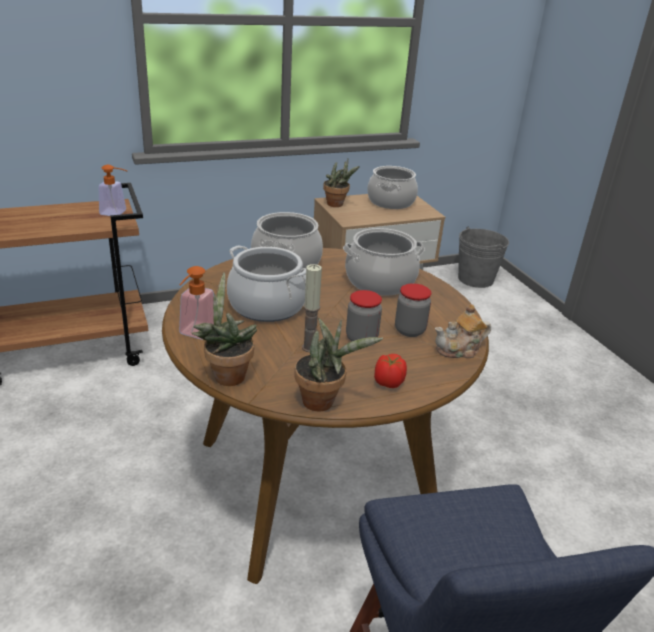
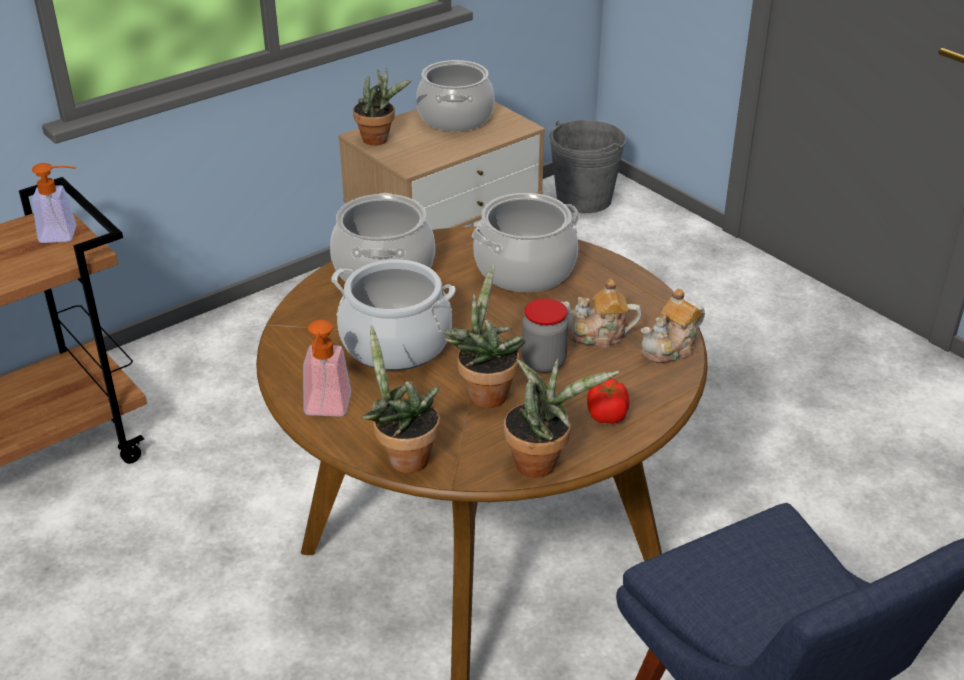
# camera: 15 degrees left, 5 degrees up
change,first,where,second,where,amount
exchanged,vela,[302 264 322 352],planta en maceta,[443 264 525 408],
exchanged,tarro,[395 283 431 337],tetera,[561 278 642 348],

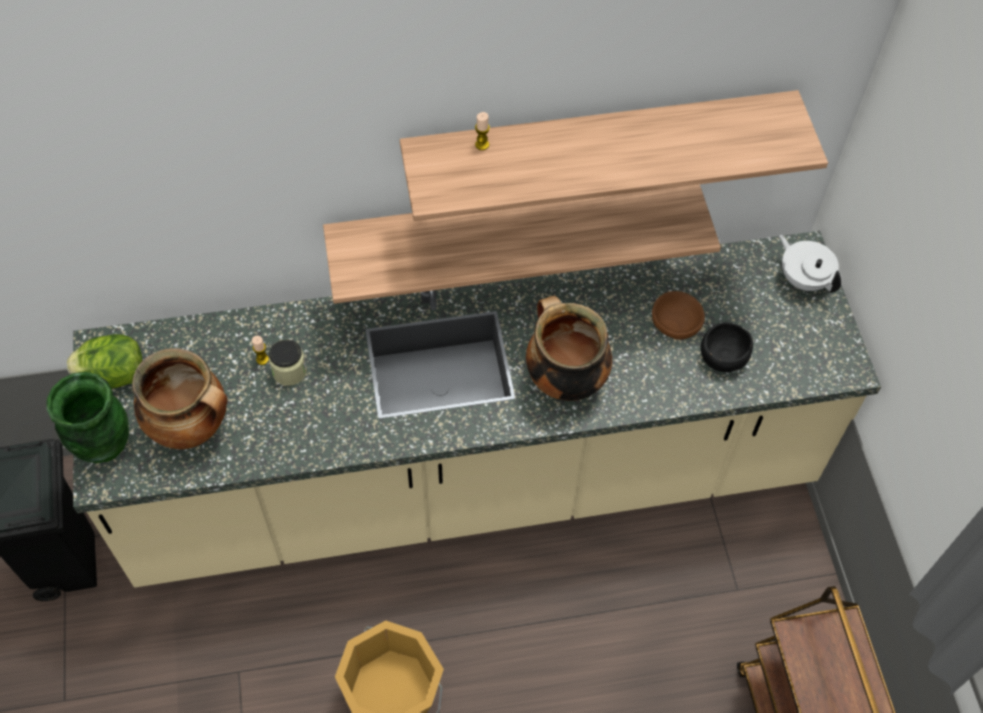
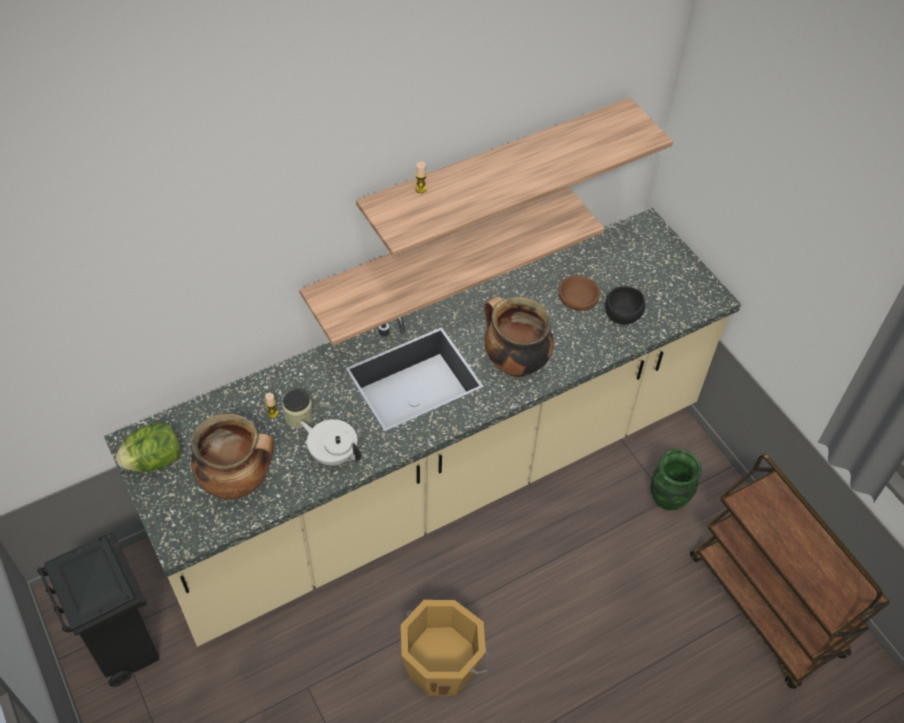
# camera: 20 degrees left, 5 degrees down
change,first,where,second,where,amount
relocated,tetera (blanco),[779 235 841 293],,[300 419 361 466],
relocated,florero (verde),[46 372 129 463],,[651 449 702 511],

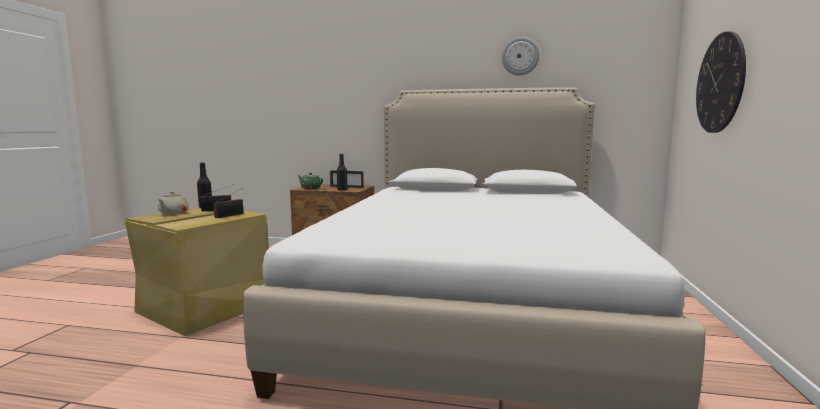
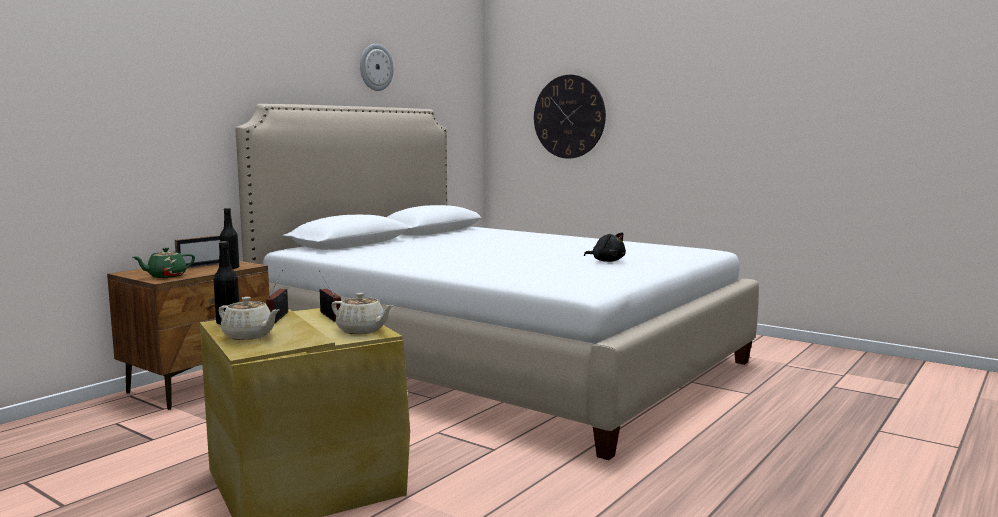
# camera: 65 degrees left, 0 degrees up
change,first,where,second,where,amount
appeared,,,peluche (negro),[584 232 626 262],
appeared,,,tetera (beis),[331 293 394 334],

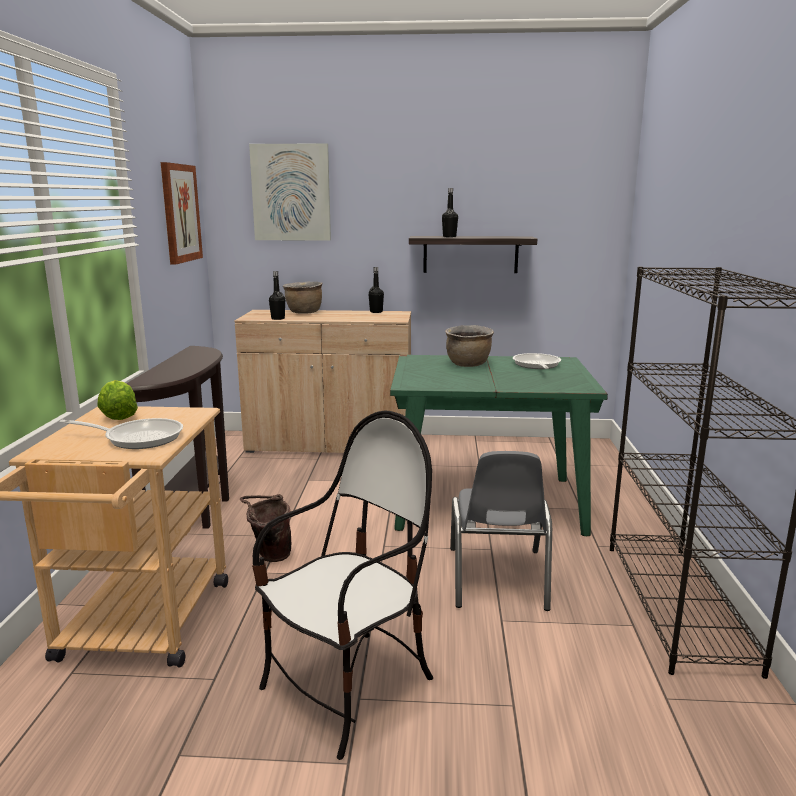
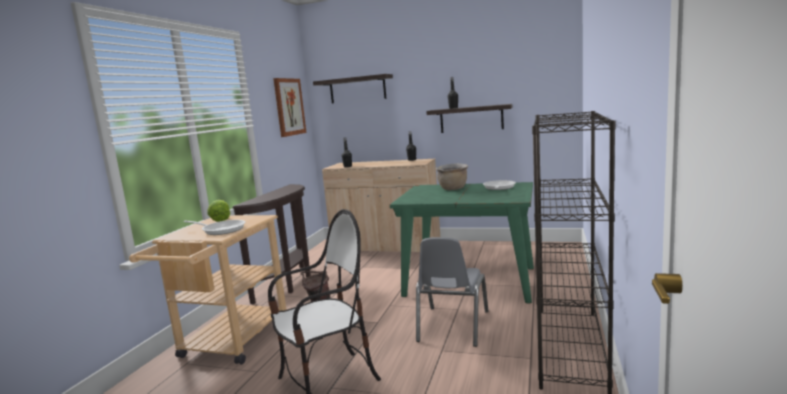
# camera: 15 degrees right, 5 degrees down
change,first,where,second,where,amount
exchanged,cuadro,[249 143 331 241],estante,[313 74 393 103],
missing,olla (marrón),[283 282 322 314],,,

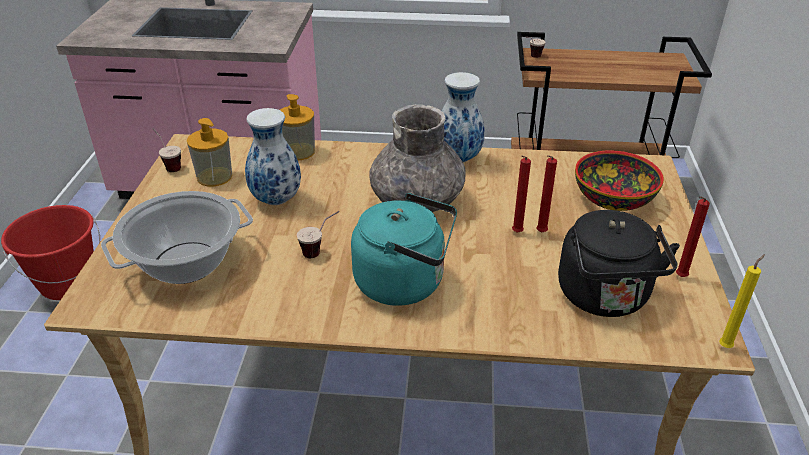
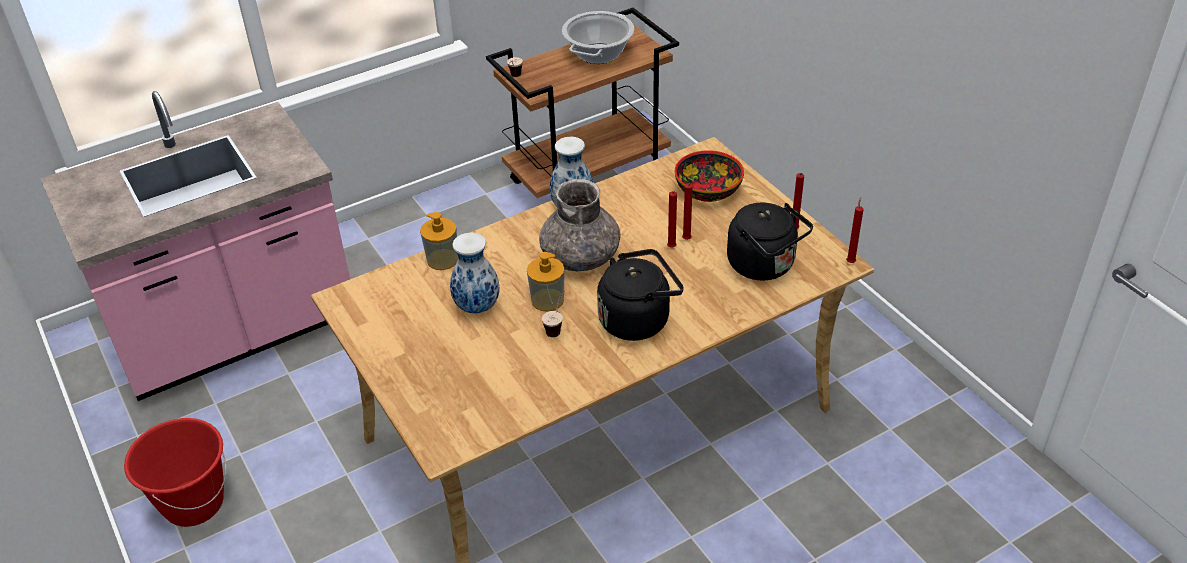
# camera: 35 degrees left, 5 degrees up
change,first,where,second,where,amount
relocated,dispensador de jabón,[187 118 232 187],,[527 252 565 312],
missing,taza,[152 128 181 172],,,
relocated,olla,[101 191 253 284],,[562 11 634 64],
colour,hervidor (turquesa),[351 193 457 306],hervidor (negro),[597 249 684 341],
colour,vela (amarillo),[719 254 765 348],vela (rojo),[846 197 864 263],

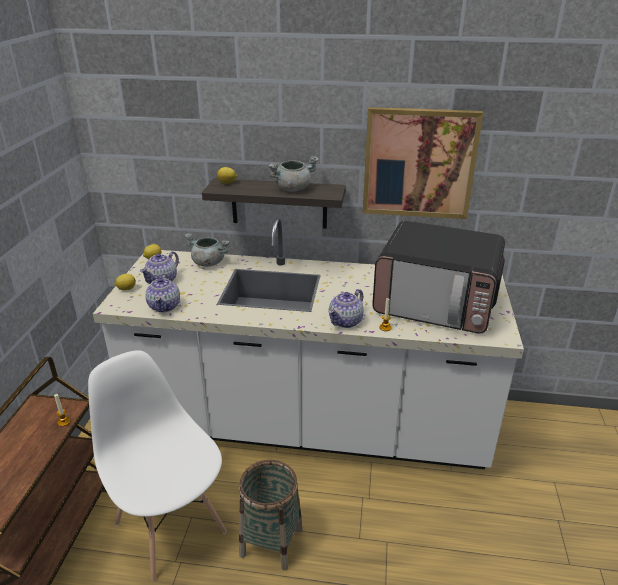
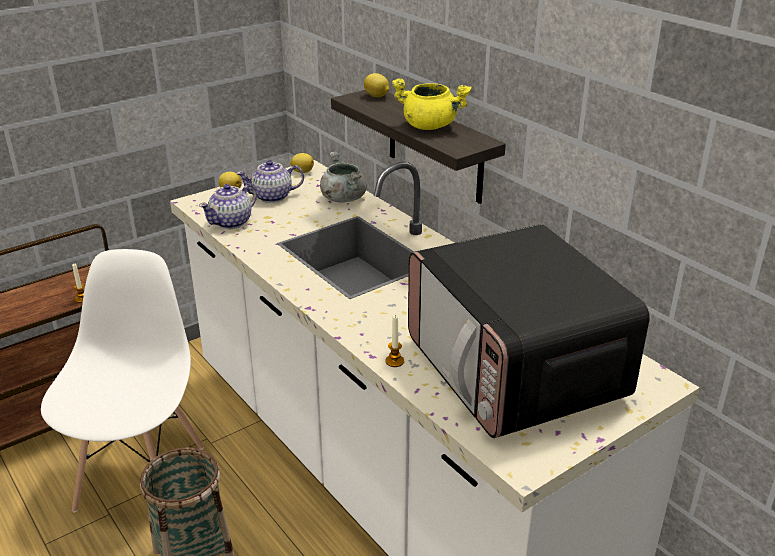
# camera: 45 degrees right, 0 degrees up
change,first,where,second,where,amount
missing,cuadro,[363 107 483 219],,,
colour,olla (gris),[268 156 318 192],olla (amarillo),[391 78 472 130],
missing,tetera,[329 289 364 328],,,

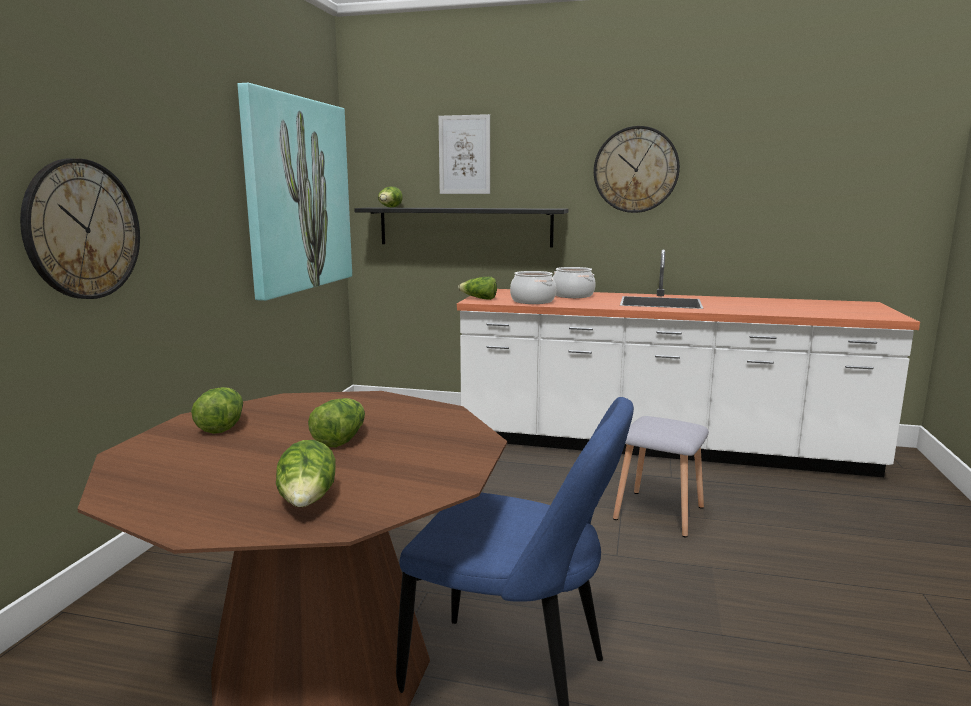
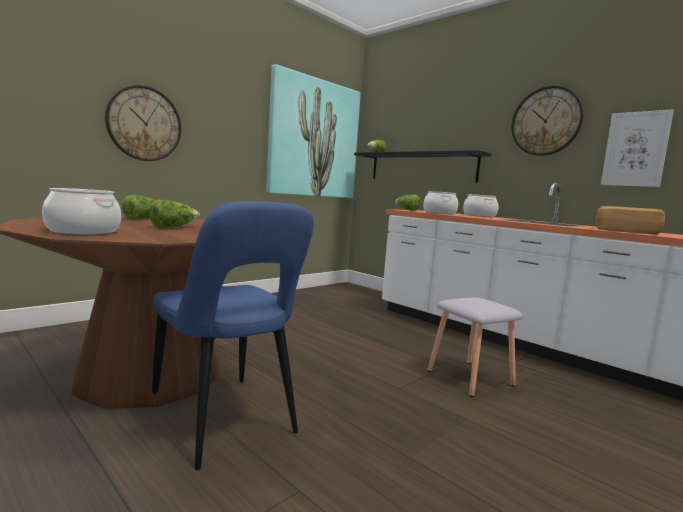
# camera: 30 degrees right, 5 degrees down
change,first,where,second,where,amount
relocated,cuadro,[438 114 490 194],,[601 109 674 187],
exchanged,lechuga,[276 440 336 507],olla,[42 188 121 235],
appeared,,,pan,[595 206 665 234],

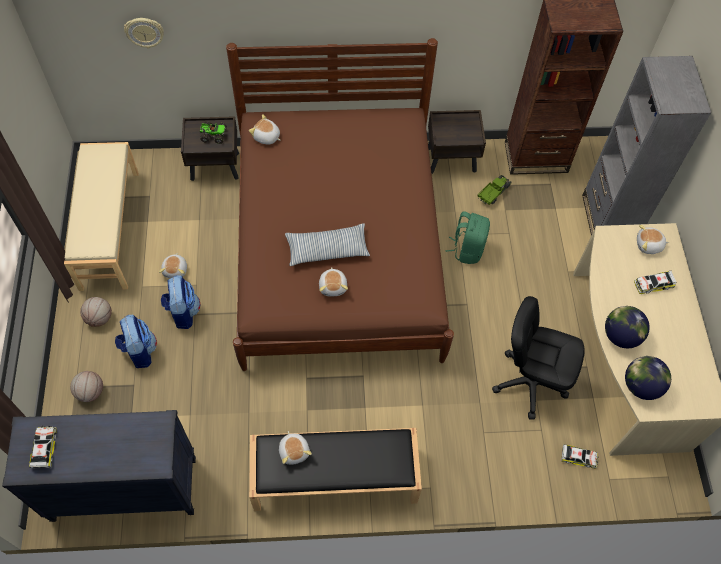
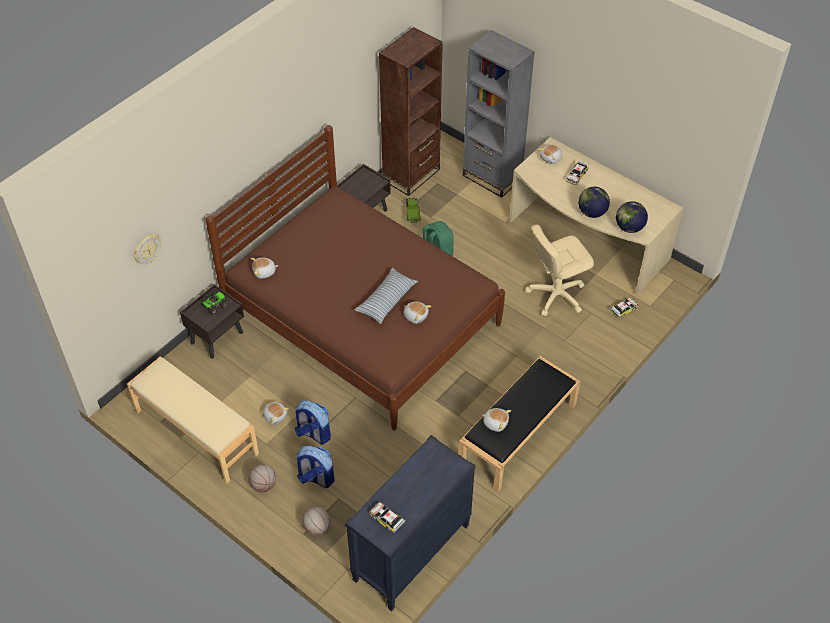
# camera: 45 degrees left, 10 degrees down
change,first,where,second,where,amount
colour,silla de oficina (negro),[492 296 585 420],silla de oficina (beis),[525 224 594 316],

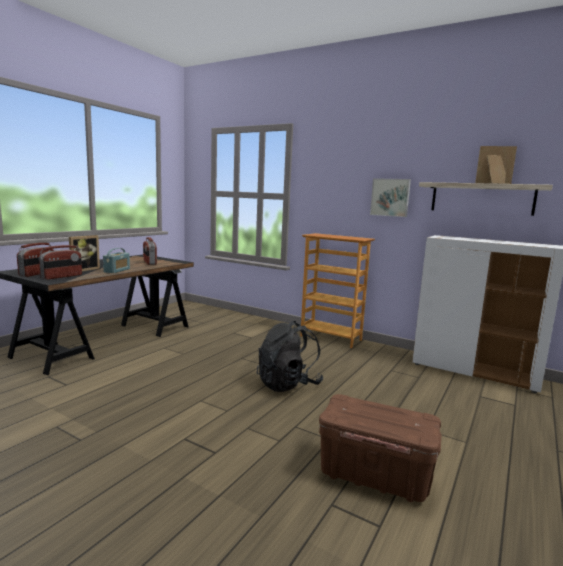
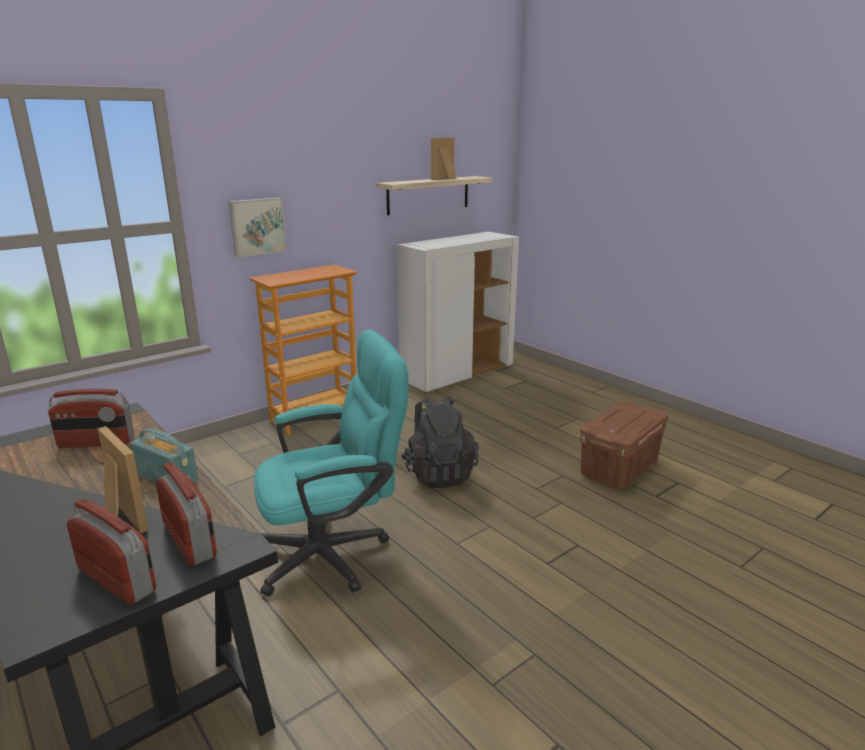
# camera: 70 degrees left, 10 degrees up
change,first,where,second,where,amount
relocated,cuadro,[370 178 411 217],,[229 197 287 257],
appeared,,,silla de oficina (turquesa),[254 330 408 596],

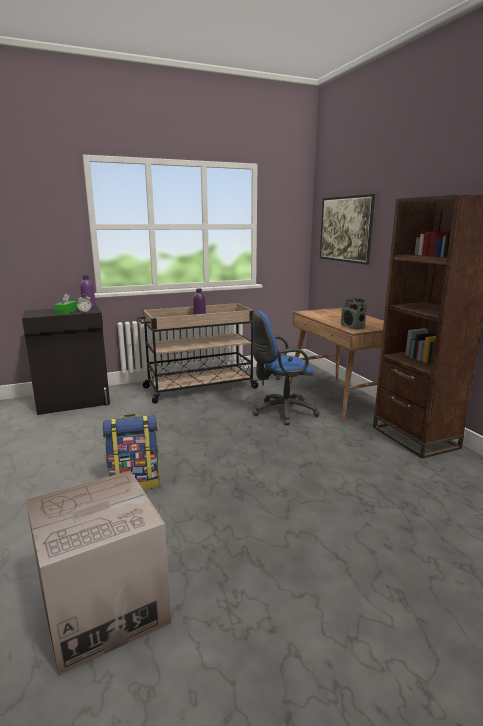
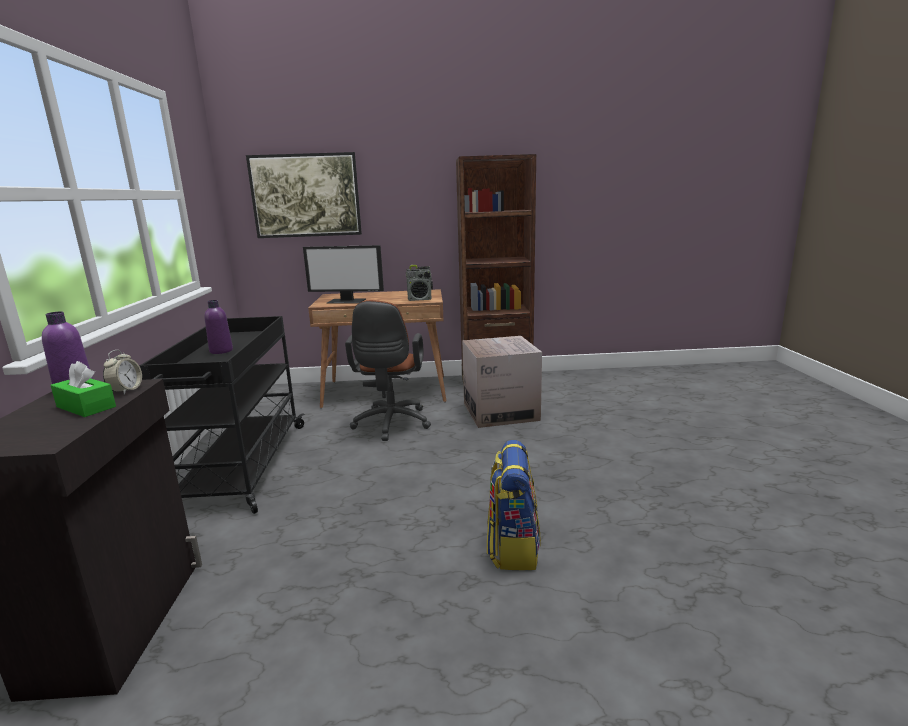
# camera: 70 degrees left, 0 degrees up
change,first,where,second,where,amount
colour,carrito (beis),[137 303 259 403],carrito (negro),[139 316 305 514],
colour,silla de oficina (azul),[252 310 320 425],silla de oficina (marrón),[345 300 431 441],
relocated,caja de cartón,[26 471 171 676],,[462 336 542 428],
appeared,,,monitor,[303 245 384 304],

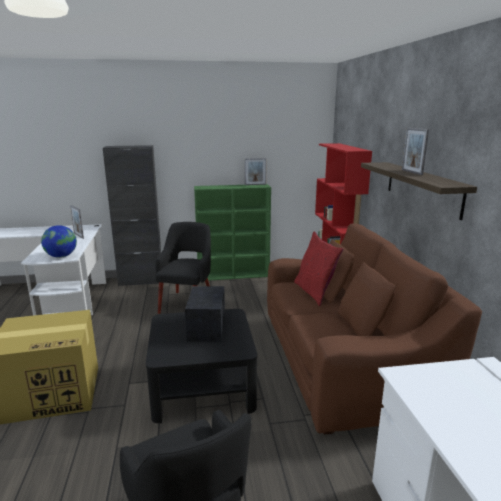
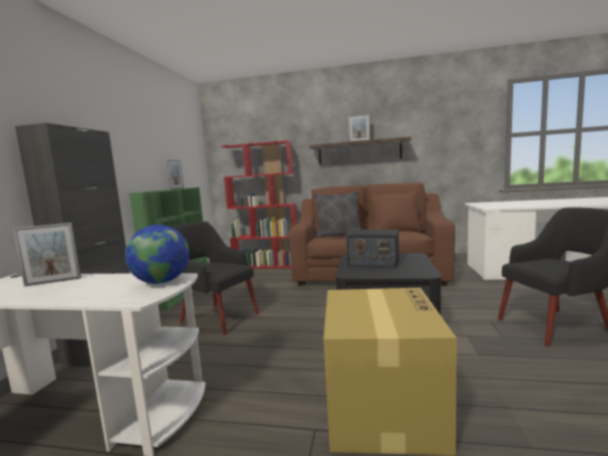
# camera: 70 degrees left, 10 degrees down
change,first,where,second,where,amount
colour,cojín (rojo),[294 232 343 306],cojín (gris),[314 191 361 238],

